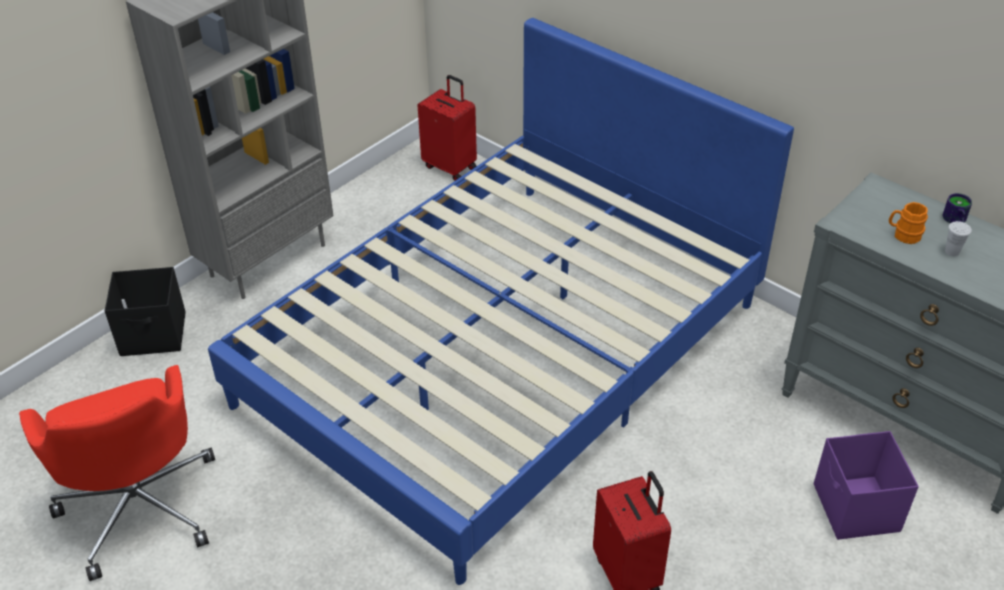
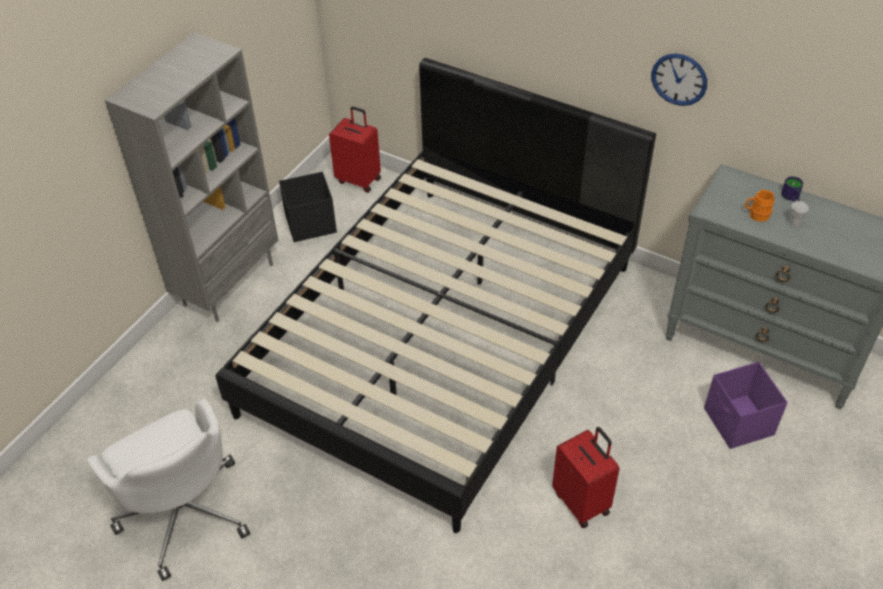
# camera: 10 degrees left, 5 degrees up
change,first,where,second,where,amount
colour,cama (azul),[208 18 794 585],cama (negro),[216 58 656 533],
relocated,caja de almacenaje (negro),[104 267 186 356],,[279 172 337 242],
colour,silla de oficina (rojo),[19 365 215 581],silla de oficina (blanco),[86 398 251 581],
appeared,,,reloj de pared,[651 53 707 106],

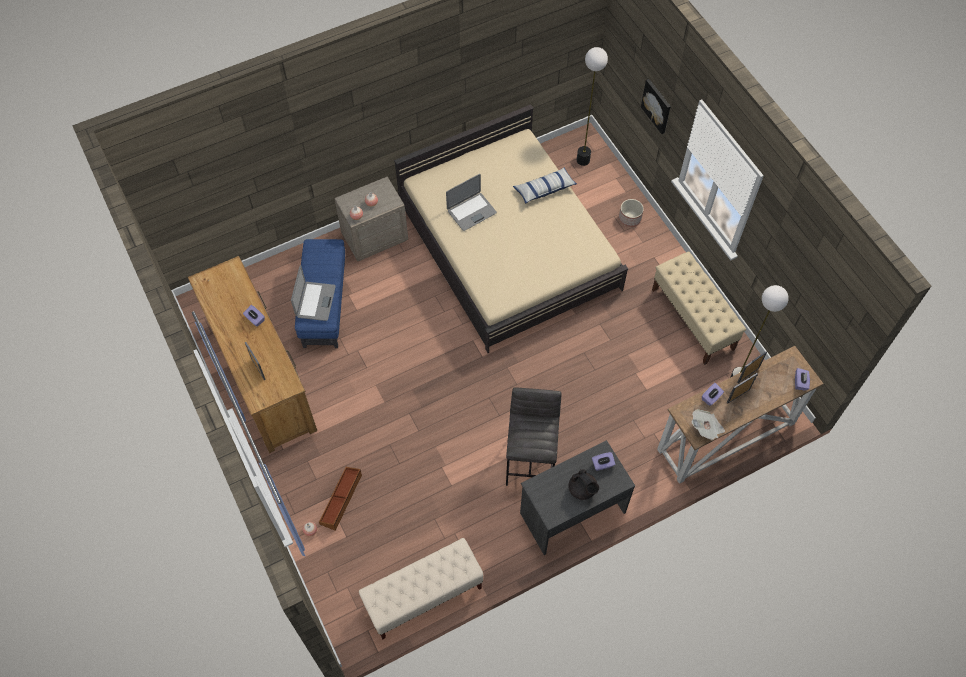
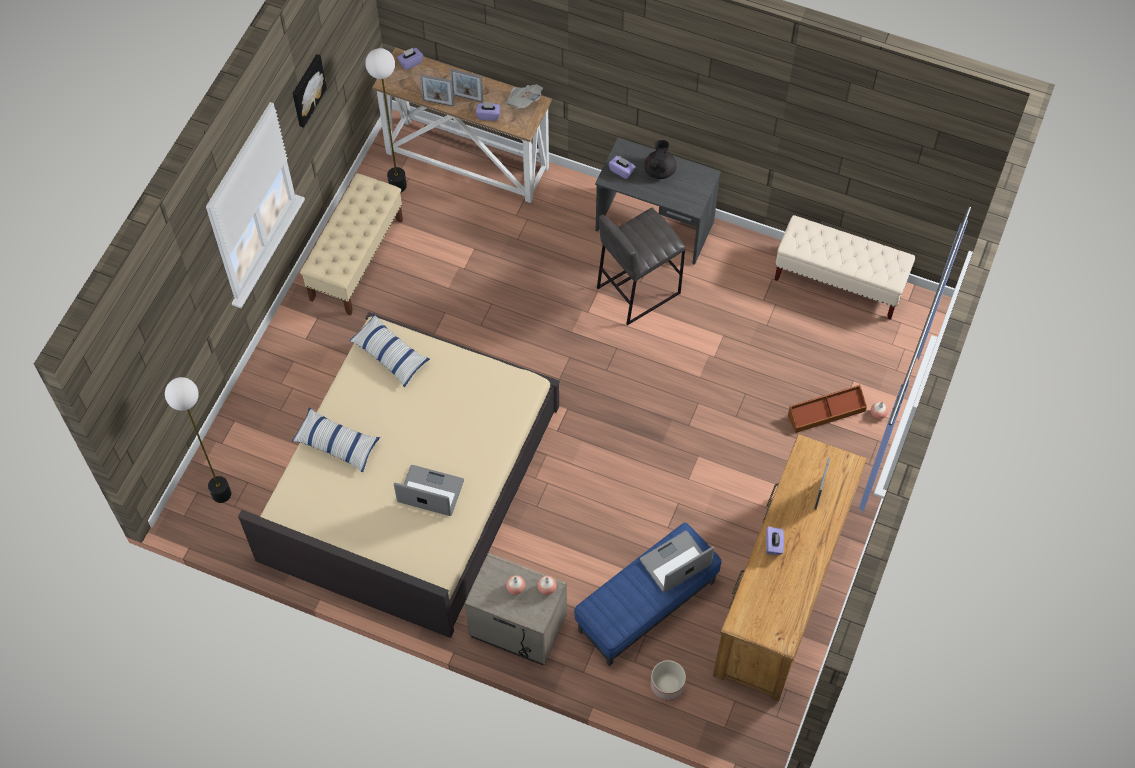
# camera: 130 degrees left, 0 degrees up
change,first,where,second,where,amount
relocated,cuadro,[641 79 671 134],,[292 54 327 128],
relocated,maceta,[619 199 644 227],,[650 660 686 701],
appeared,,,cojín,[349 313 430 387],

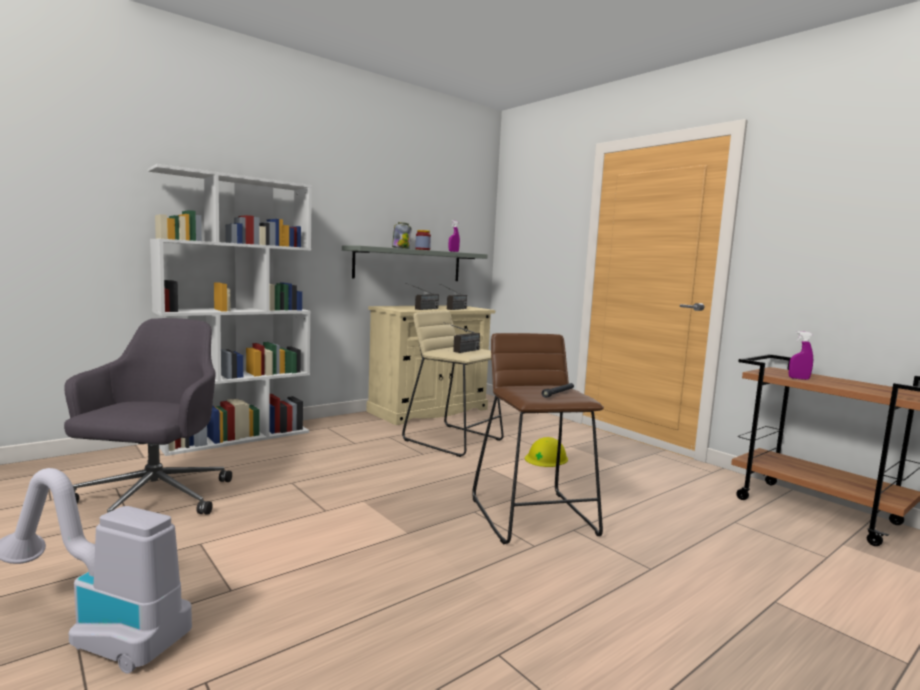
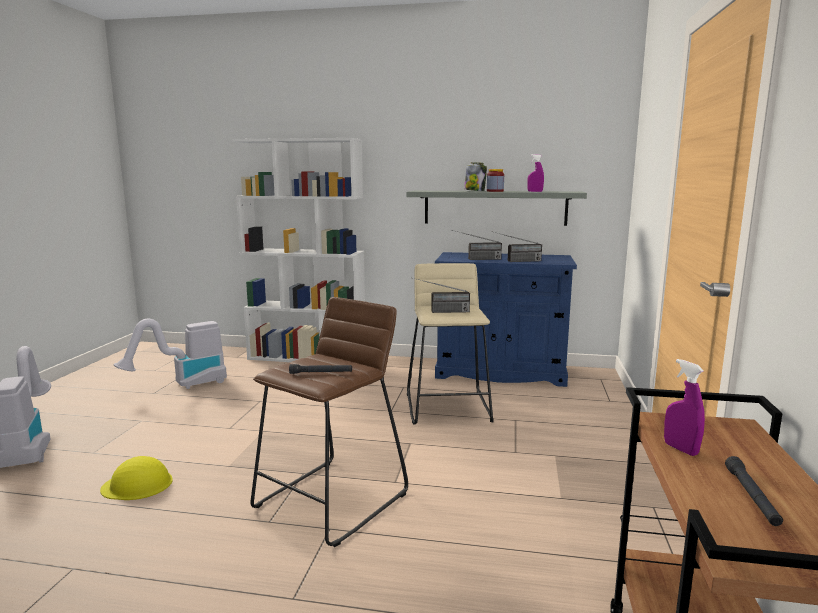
# camera: 50 degrees right, 5 degrees up
change,first,where,second,where,amount
colour,armario (beis),[366 305 495 425],armario (azul),[435 252 577 387],
exchanged,silla de oficina (gris),[64 318 232 515],aspiradora,[114 319 227 389],
relocated,casco (amarillo),[525 437 568 467],,[100 456 173 500],
appeared,,,linterna (negro),[725 456 783 526],

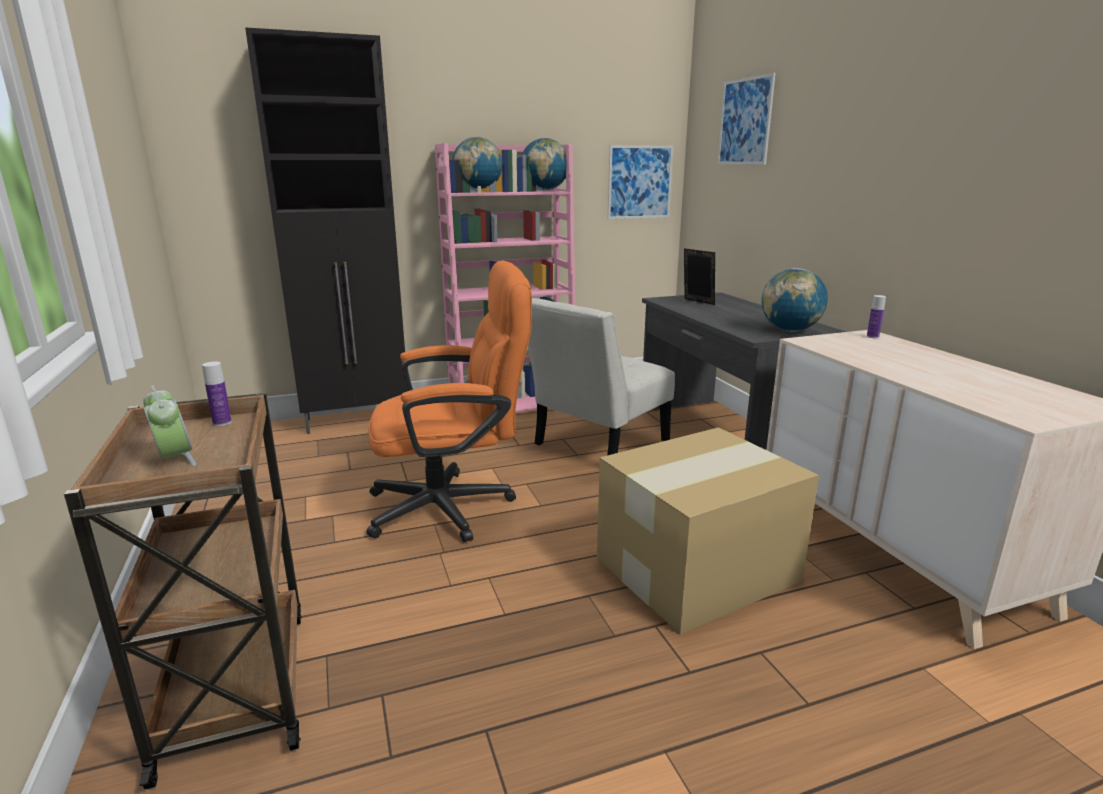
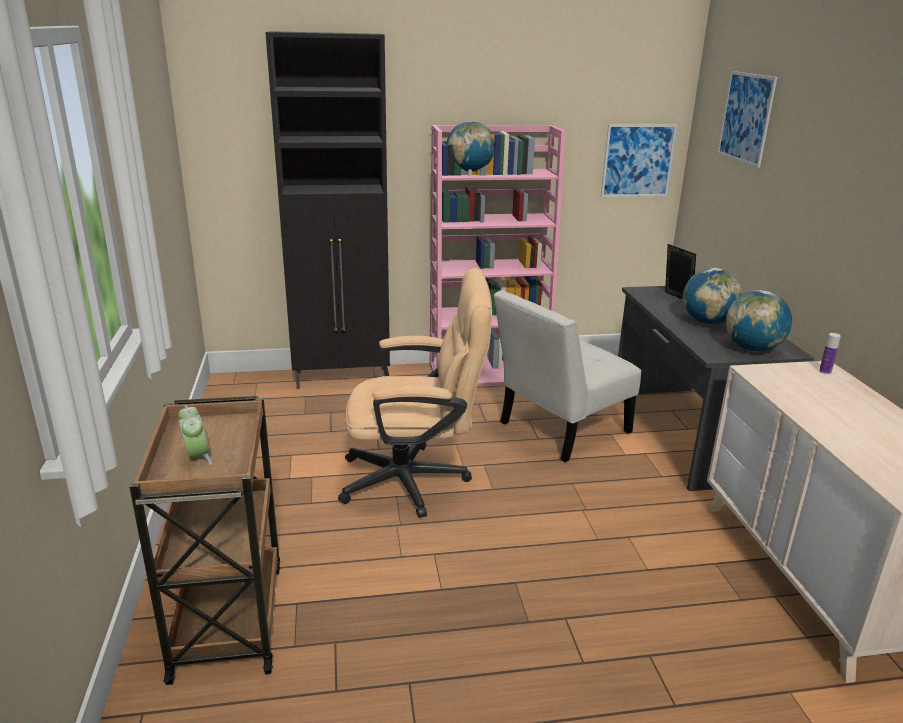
# camera: 10 degrees right, 5 degrees up
change,first,where,second,where,amount
relocated,globo terráqueo,[522 138 567 191],,[683 268 743 325],
colour,silla de oficina (naranja),[366 261 532 542],silla de oficina (beis),[338 268 492 518],
missing,botella,[202 361 232 426],,,
missing,caja de cartón,[597 427 819 635],,,

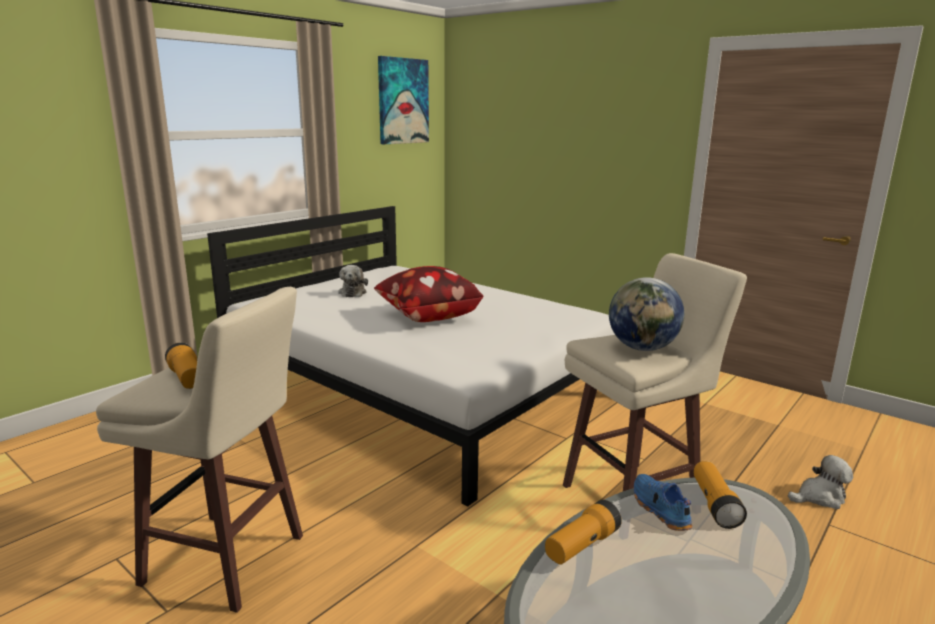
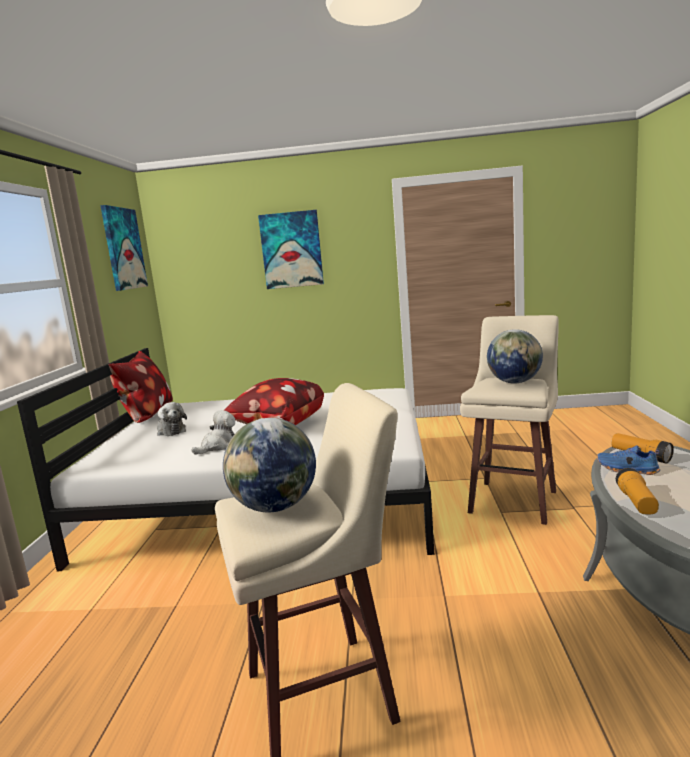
# camera: 35 degrees left, 5 degrees down
change,first,where,second,where,amount
exchanged,linterna,[165 343 197 389],globo terráqueo,[223 418 316 512],
relocated,peluche,[788 455 853 509],,[192 410 235 455],
appeared,,,cuadro,[258 210 324 289],
appeared,,,cojín,[109 351 173 423],

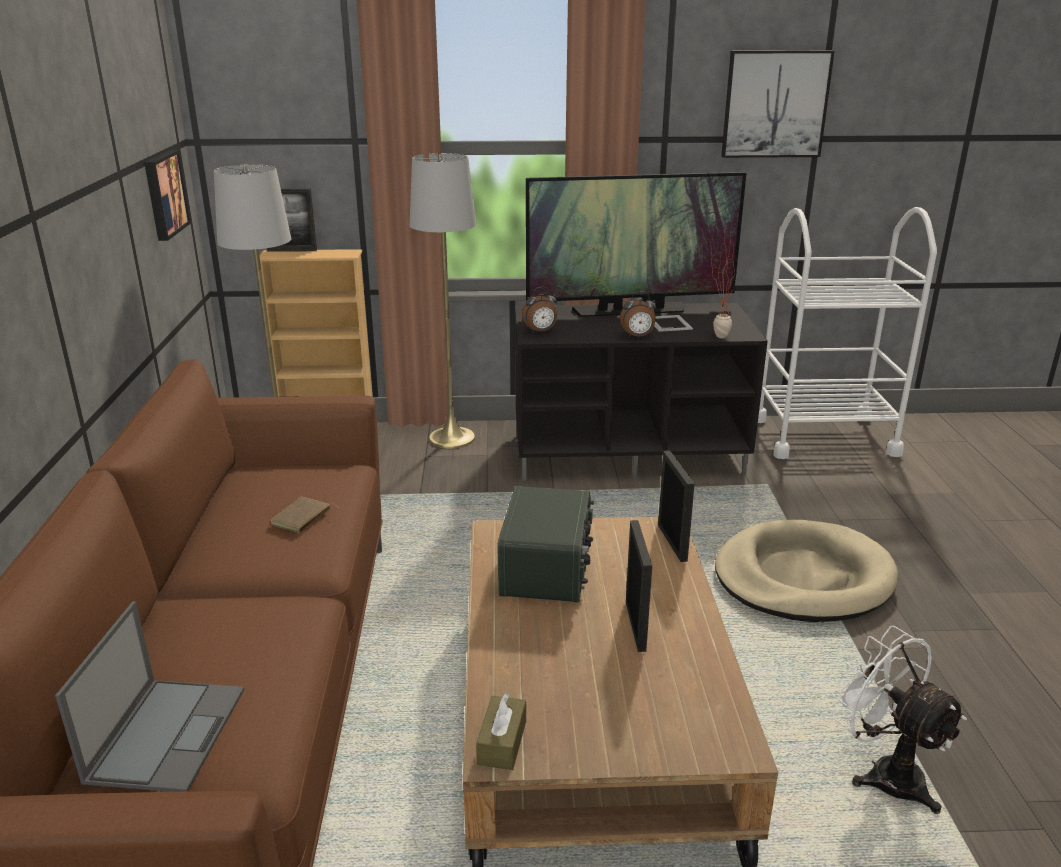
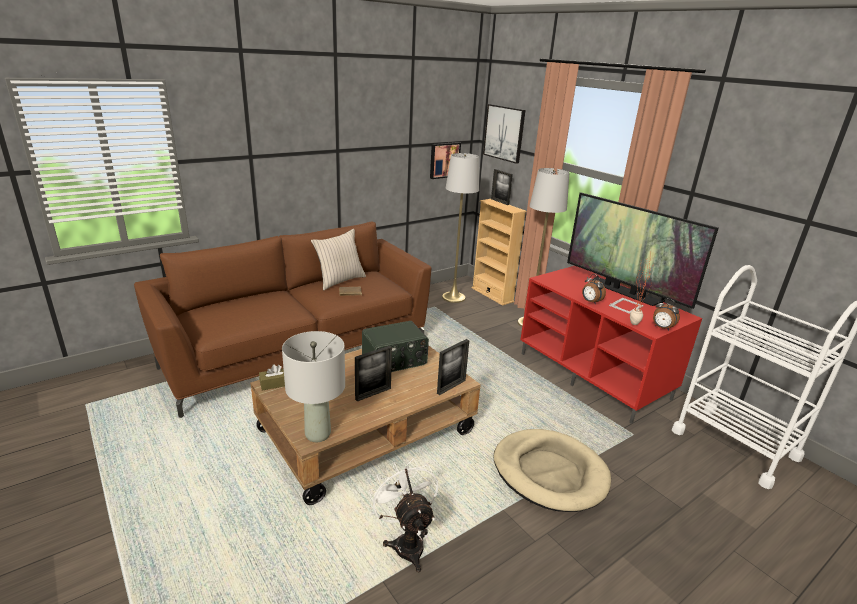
# camera: 55 degrees right, 0 degrees up
change,first,where,second,where,amount
relocated,cuadro,[721 50 835 158],,[483 104 526 164],
relocated,despertador,[522 287 557 333],,[653 299 680 331],
colour,mueble de televisión (negro),[515 303 768 481],mueble de televisión (rojo),[520 266 702 424],
missing,portátil,[55 601 244 792],,,
spun,ventilador (blanco),[832 625 967 814],,[369 458 438 572],45 degrees counterclockwise
appeared,,,cojín (beis),[311 229 366 290],
appeared,,,lámpara de mesa (gris),[282 331 345 442],

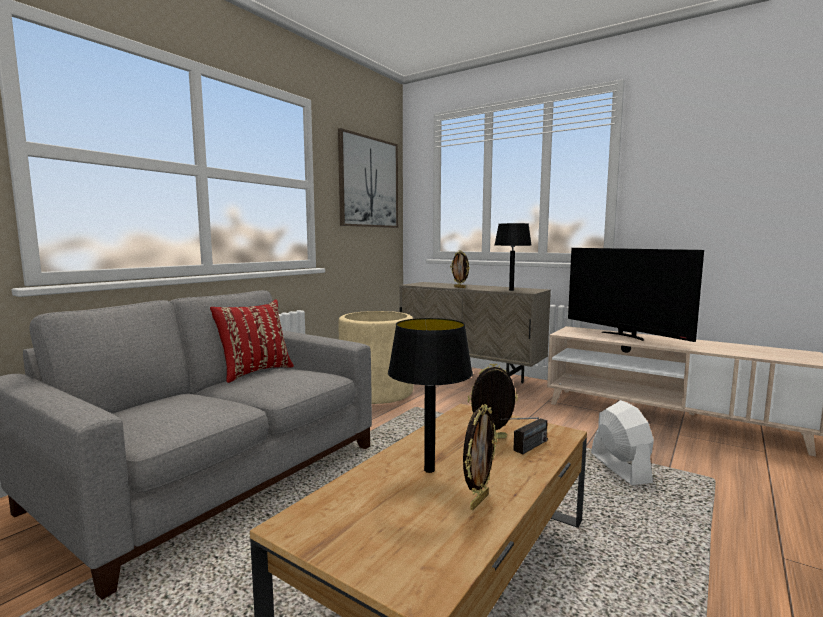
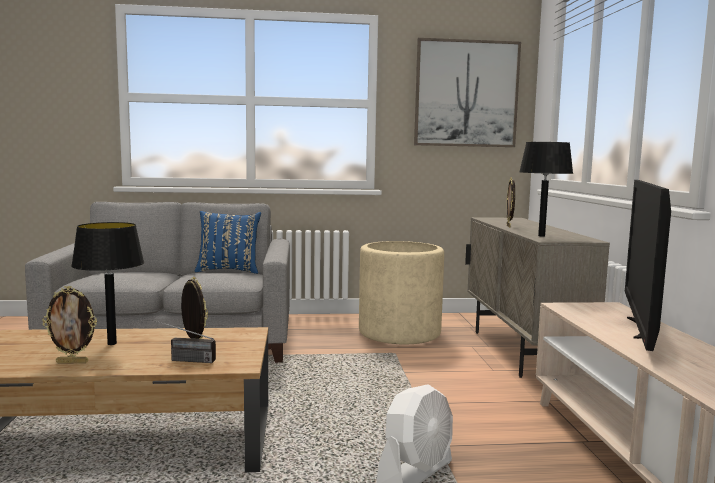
# camera: 50 degrees right, 0 degrees up
change,first,where,second,where,amount
colour,cojín (rojo),[210 299 294 383],cojín (azul),[195 211 261 274],

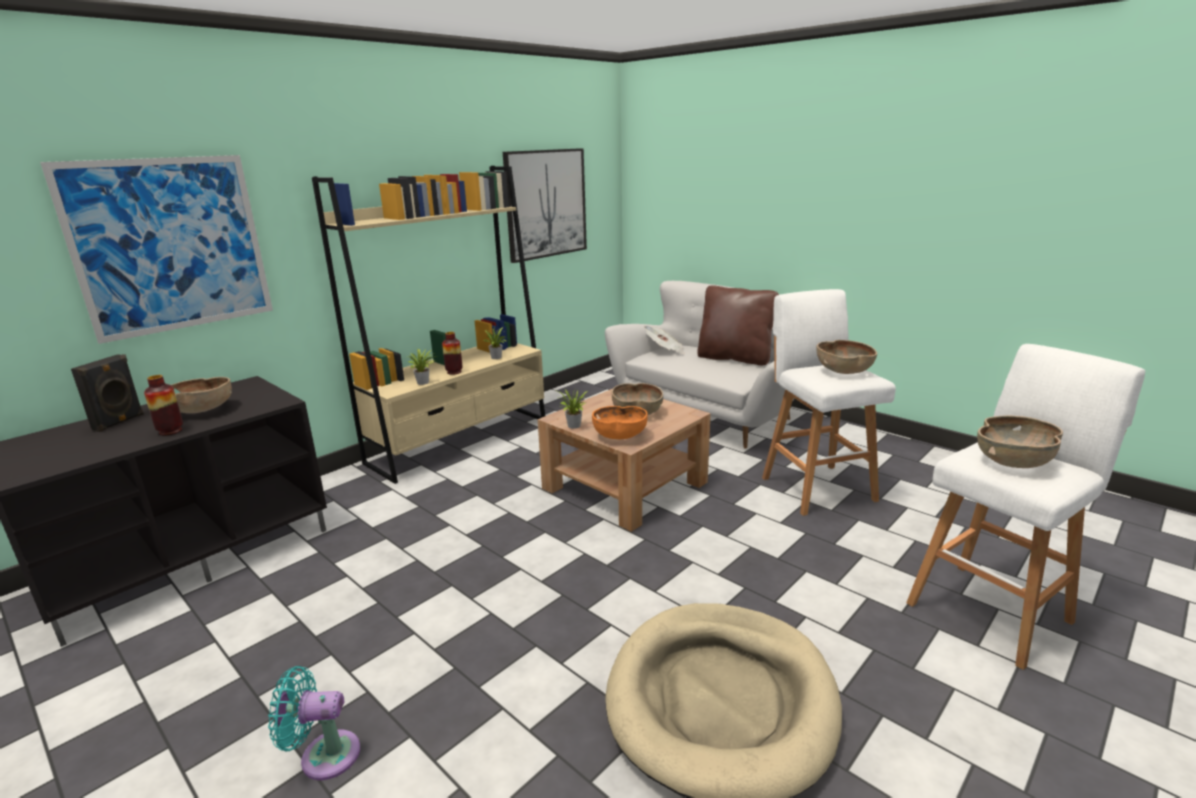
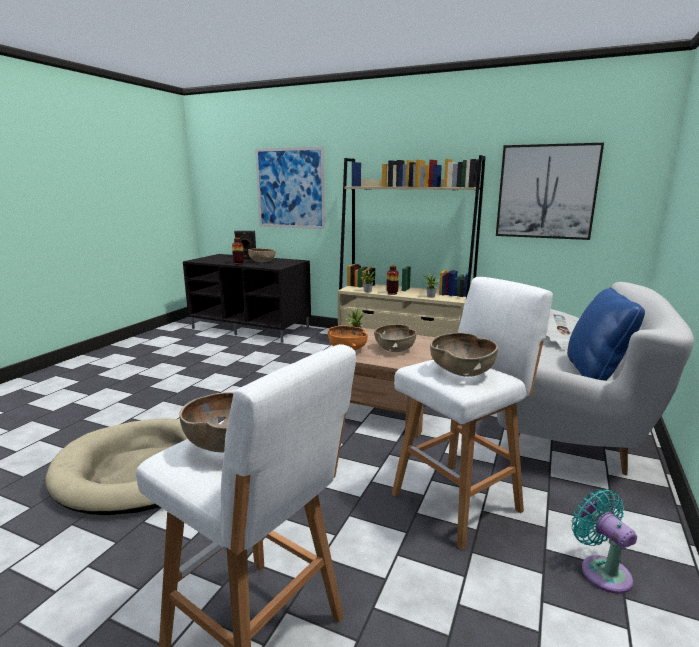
# camera: 70 degrees right, 5 degrees down
change,first,where,second,where,amount
colour,cojín (marrón),[697 285 779 365],cojín (azul),[567 287 645 381],
relocated,ventilador (turquesa),[268 666 360 780],,[572 489 637 594],

